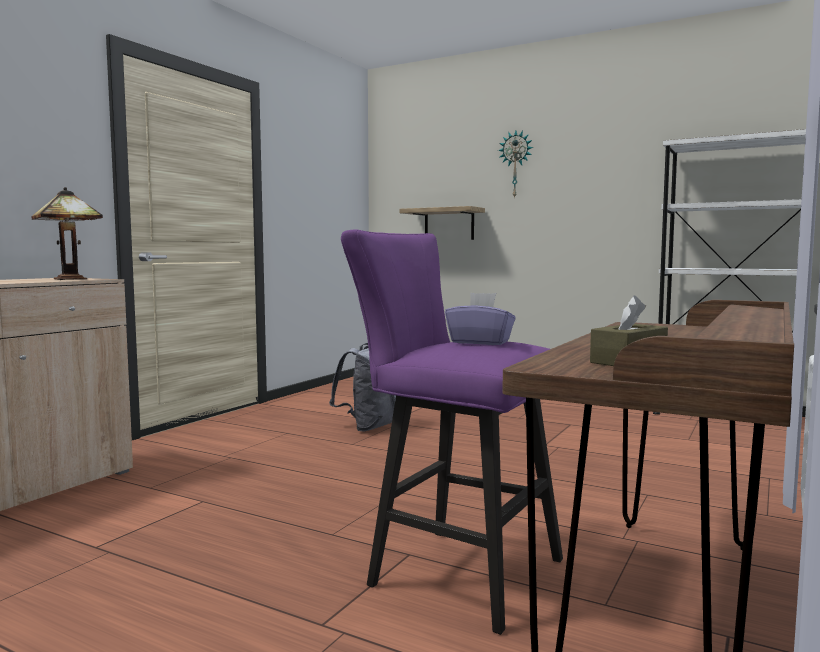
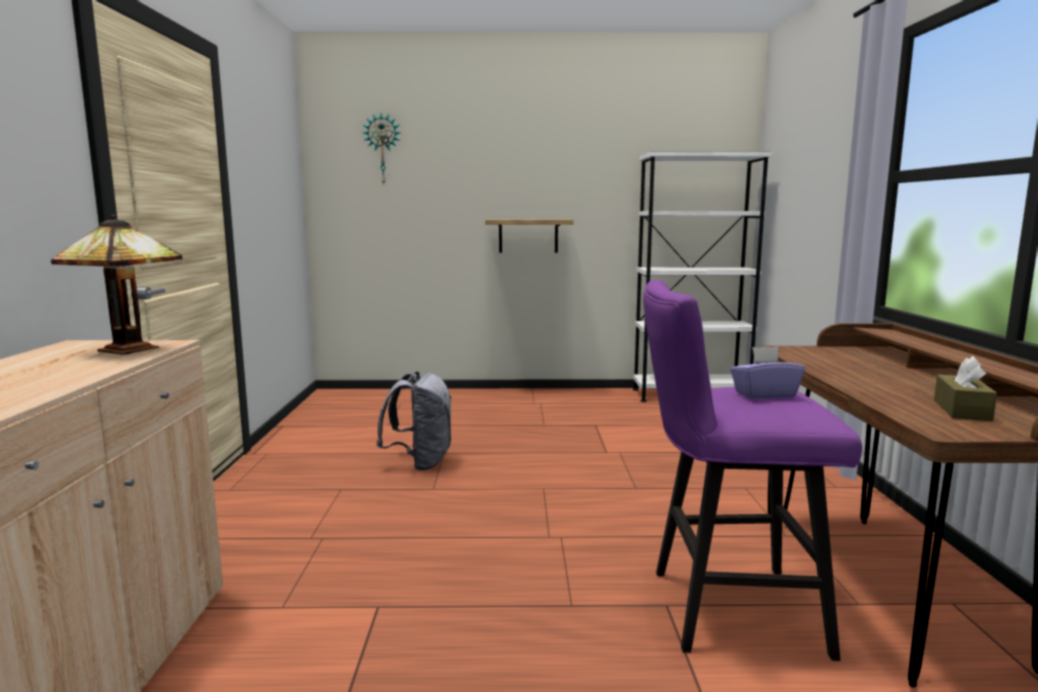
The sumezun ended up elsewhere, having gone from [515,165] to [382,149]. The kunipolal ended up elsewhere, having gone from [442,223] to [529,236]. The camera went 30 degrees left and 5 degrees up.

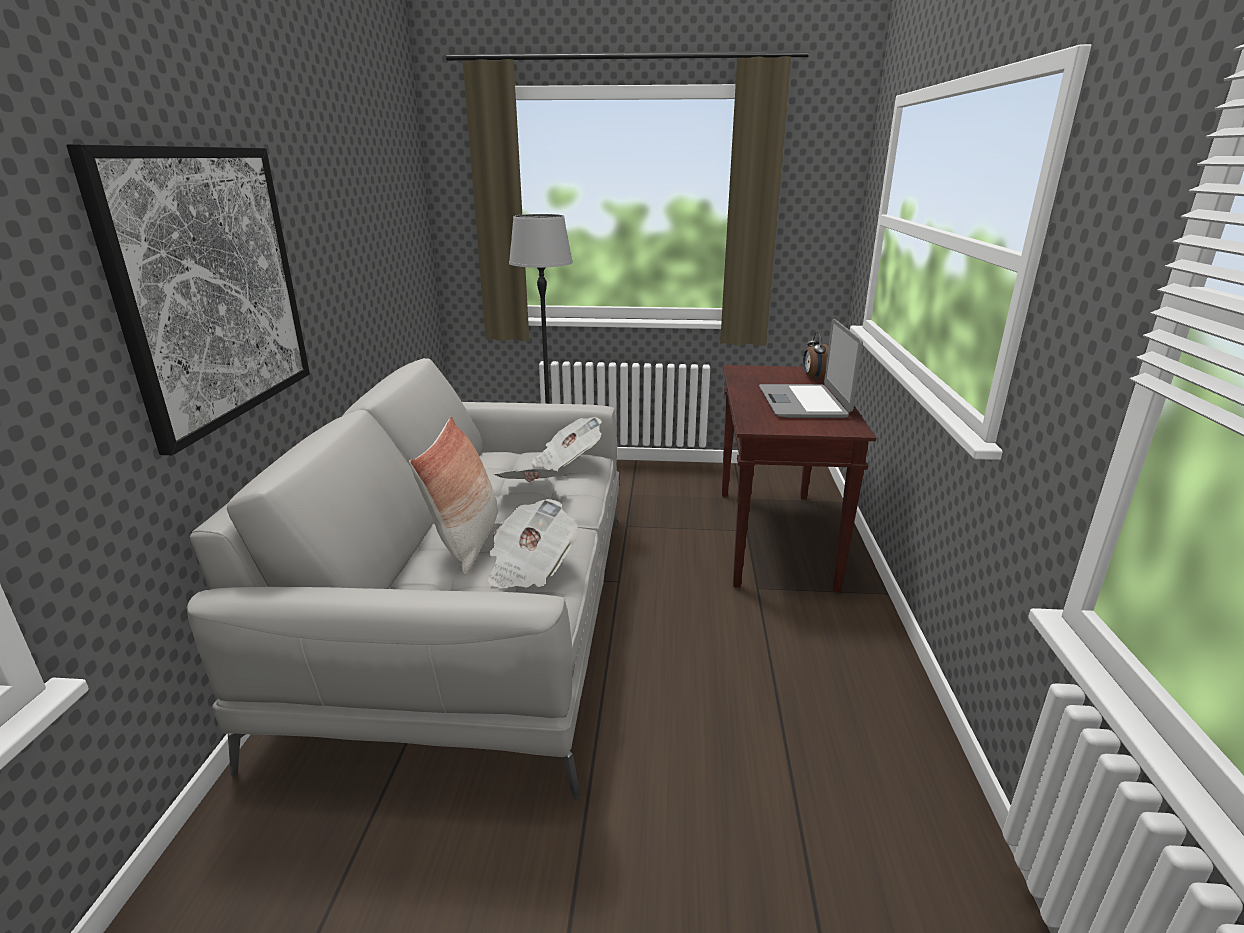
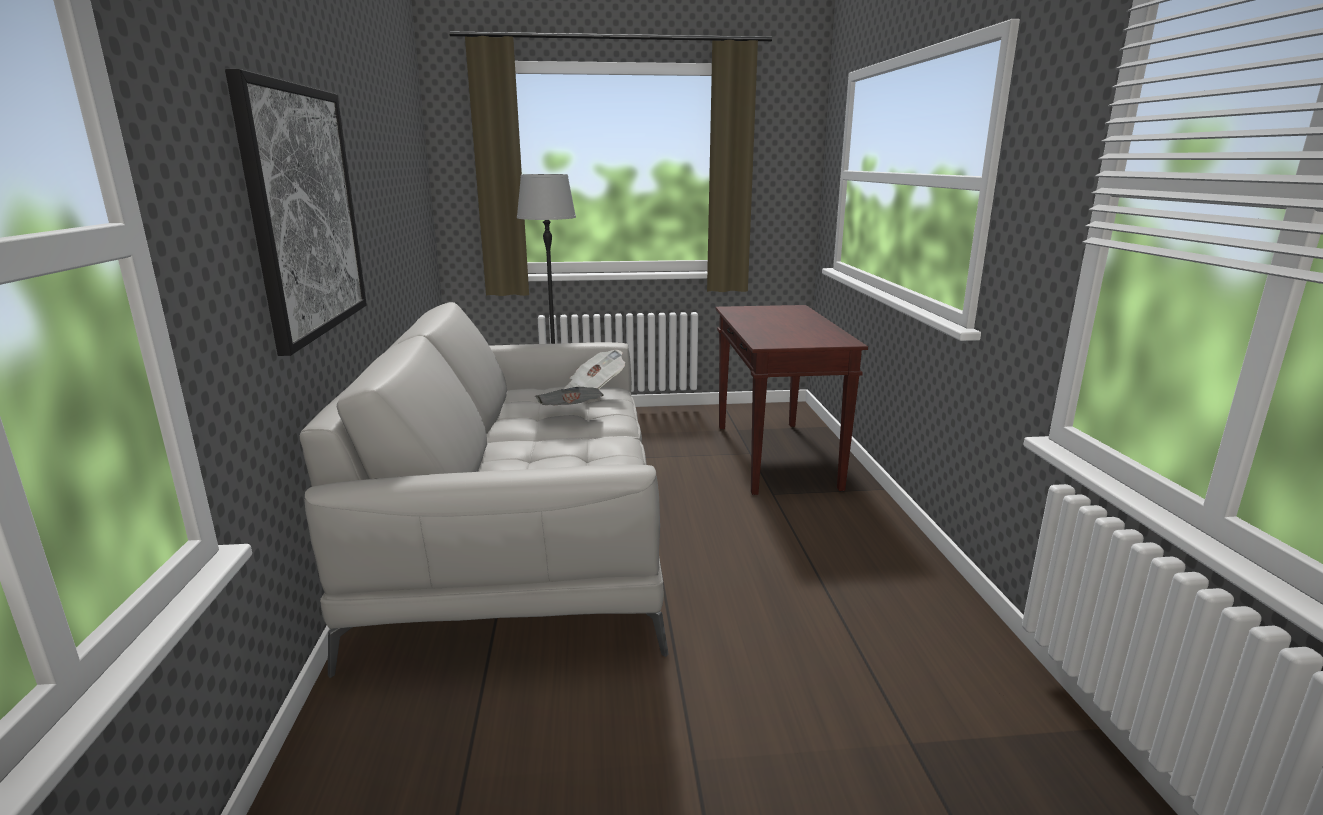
The second view lost the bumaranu at [811,368]. The second view lost the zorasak at [815,356]. The second view lost the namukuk at [453,495]. The second view lost the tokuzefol at [533,543]. The camera went 10 degrees left and 5 degrees down.

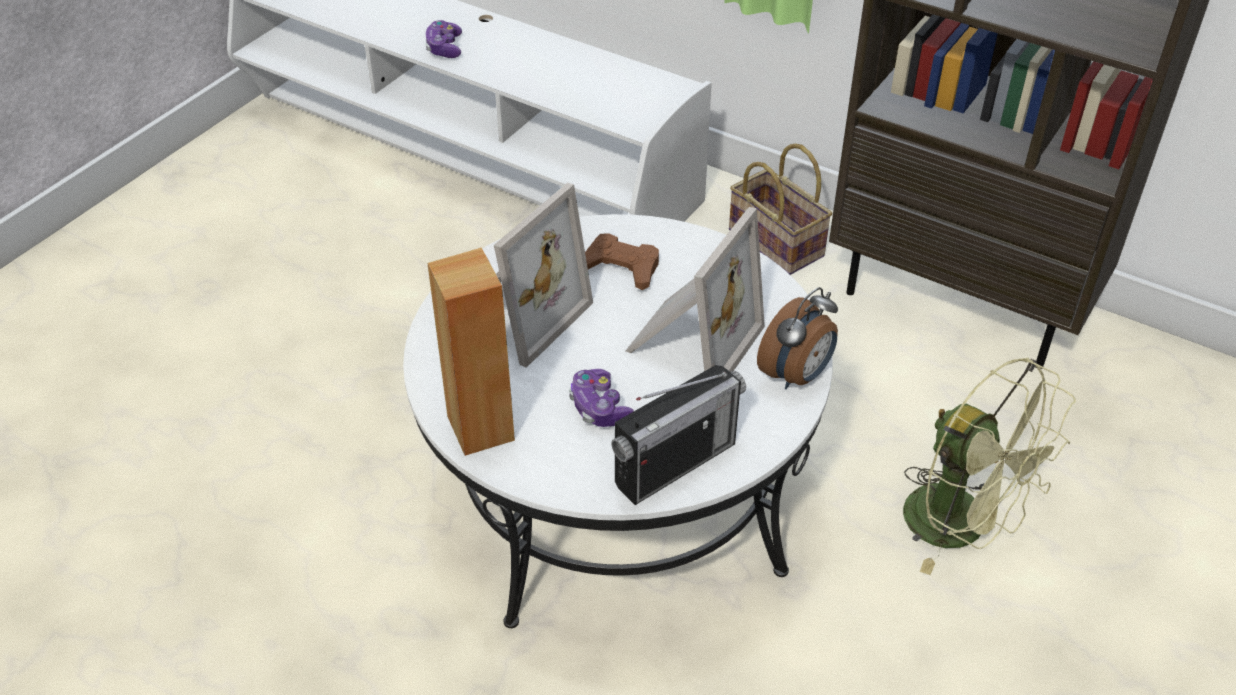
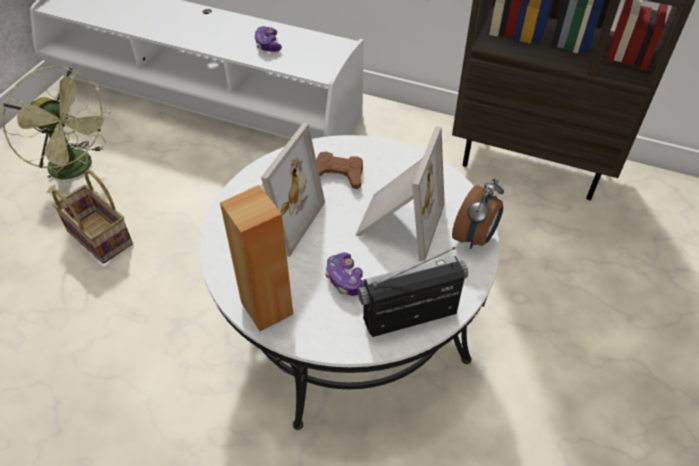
The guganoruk ended up elsewhere, having gone from [443,39] to [268,39]. The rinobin ended up elsewhere, having gone from [780,209] to [92,217]. The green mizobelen ended up elsewhere, having gone from [989,466] to [56,129]. The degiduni at [678,435] ended up facing another way, 150 degrees counterclockwise from before. The camera went 10 degrees left and 5 degrees up.

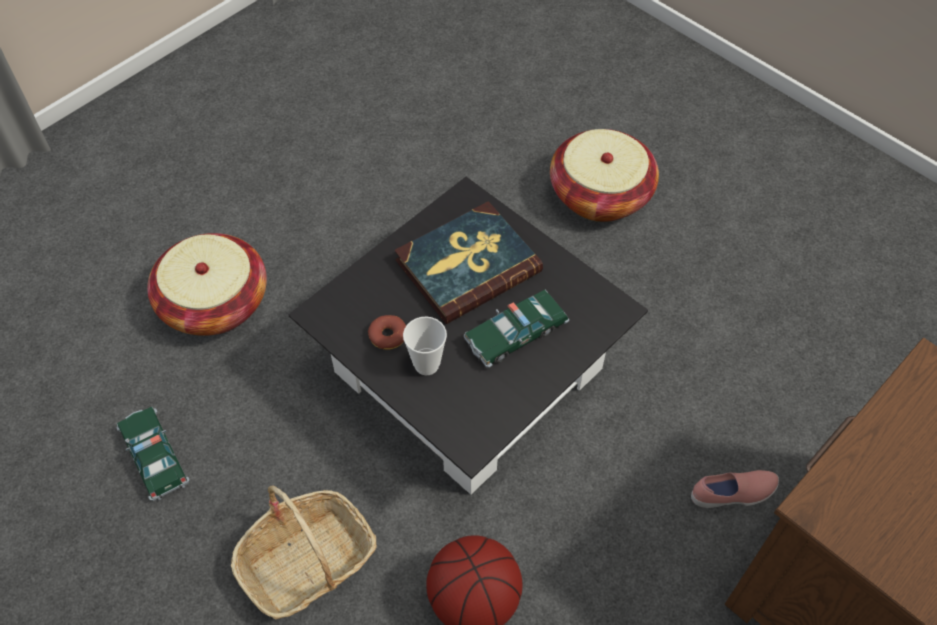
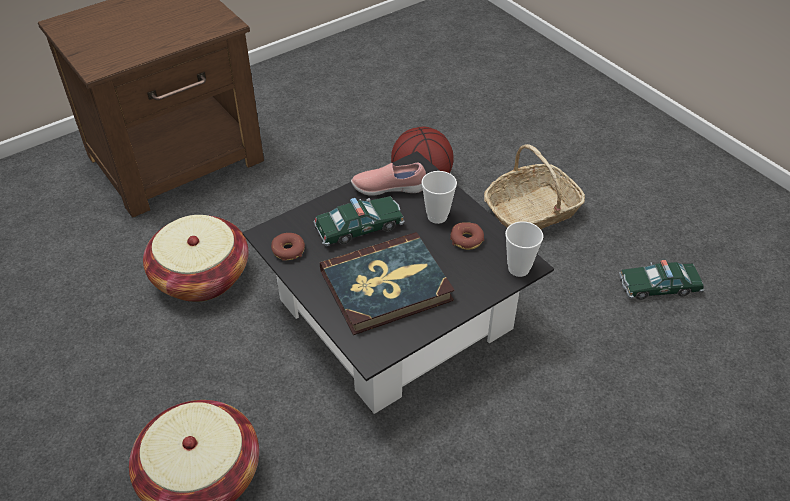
The rinobin ended up elsewhere, having gone from [207,284] to [195,258]. The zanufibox at [153,454] ended up facing another way, 105 degrees clockwise from before. The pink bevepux ended up elsewhere, having gone from [735,489] to [388,179]. The second view gained the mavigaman at [524,249]. The second view gained the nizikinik at [288,247]. The camera went 170 degrees left and 10 degrees down.

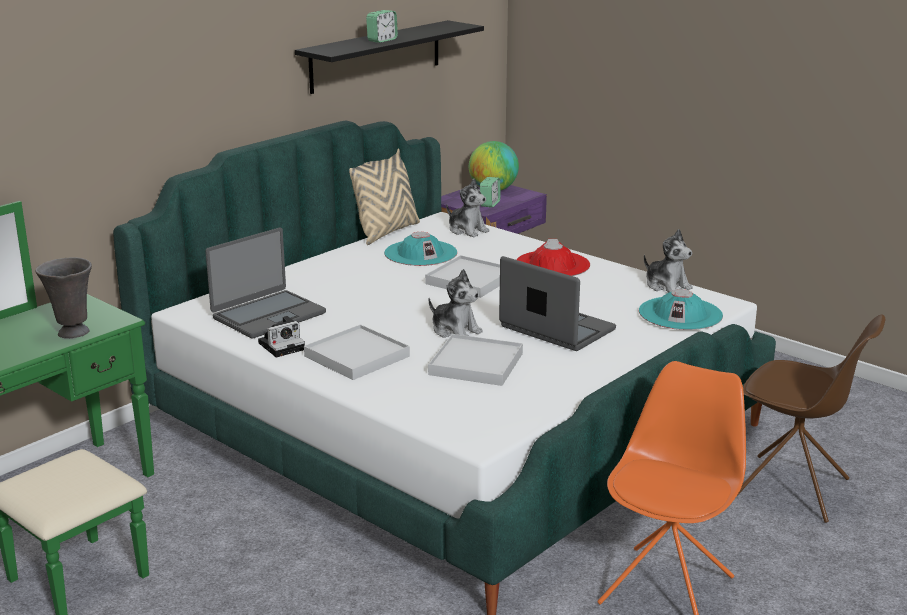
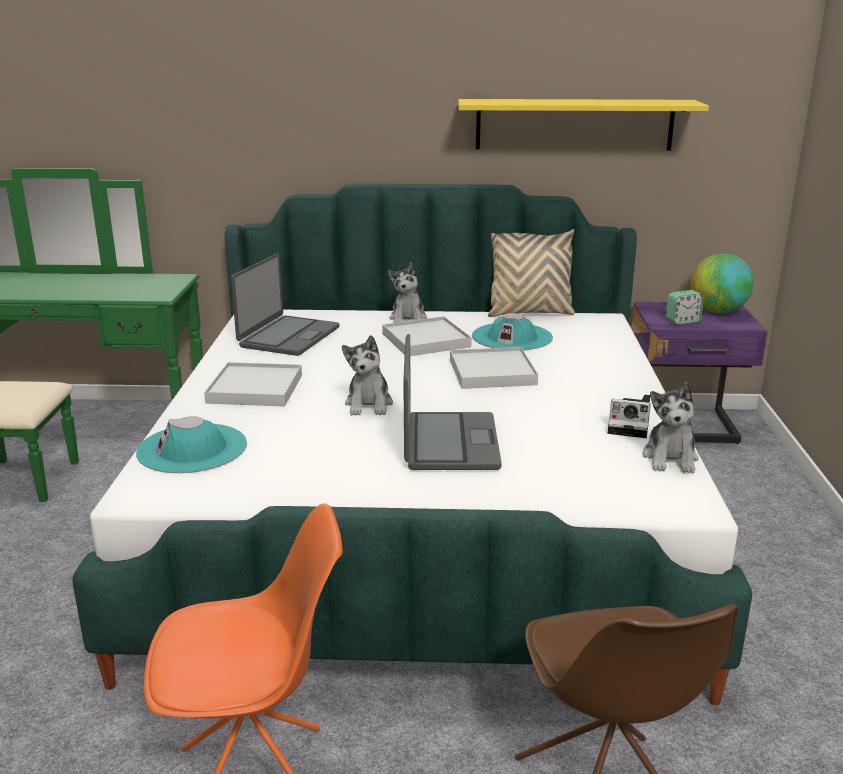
The second view lost the zorasak at [382,26]. What was the black kunipolal at [389,57] turned into the yellow kunipolal at [583,124]. The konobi ended up elsewhere, having gone from [467,208] to [407,293]. The bumaranu at [265,283] ended up facing another way, 75 degrees counterclockwise from before. The second view lost the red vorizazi at [553,257]. The second view lost the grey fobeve at [63,297]. The turquoise vorizazi ended up elsewhere, having gone from [681,309] to [191,444]. The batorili ended up elsewhere, having gone from [281,336] to [629,416]. The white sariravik ended up elsewhere, having gone from [475,360] to [427,336]. The camera went 50 degrees right and 0 degrees up.

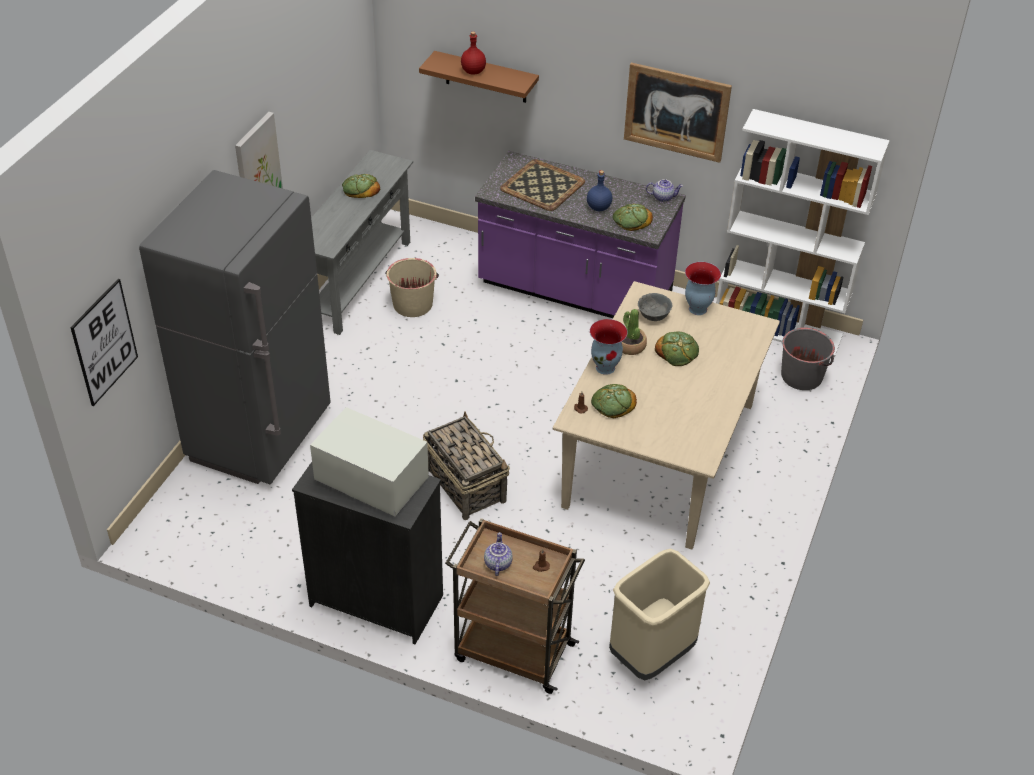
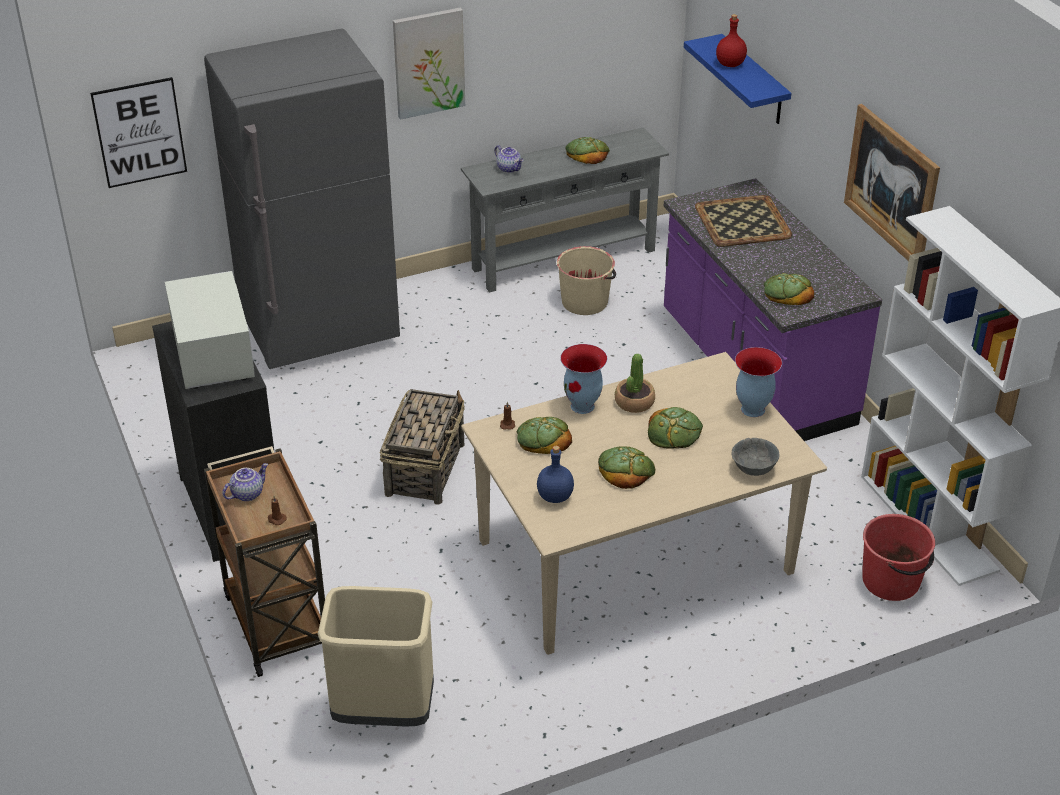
What was the brown kunipolal at [479,77] turned into the blue kunipolal at [737,79]. The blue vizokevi ended up elsewhere, having gone from [599,190] to [555,474]. The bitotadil ended up elsewhere, having gone from [664,190] to [509,159]. The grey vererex ended up elsewhere, having gone from [655,307] to [755,457]. What was the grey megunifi at [808,359] turned into the red megunifi at [898,557]. The second view gained the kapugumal at [626,467]. The camera went 45 degrees right and 5 degrees down.

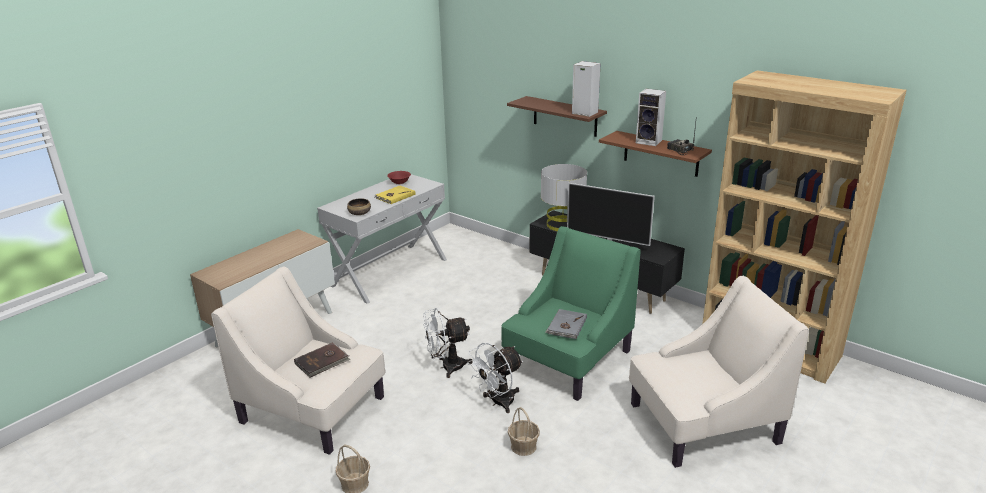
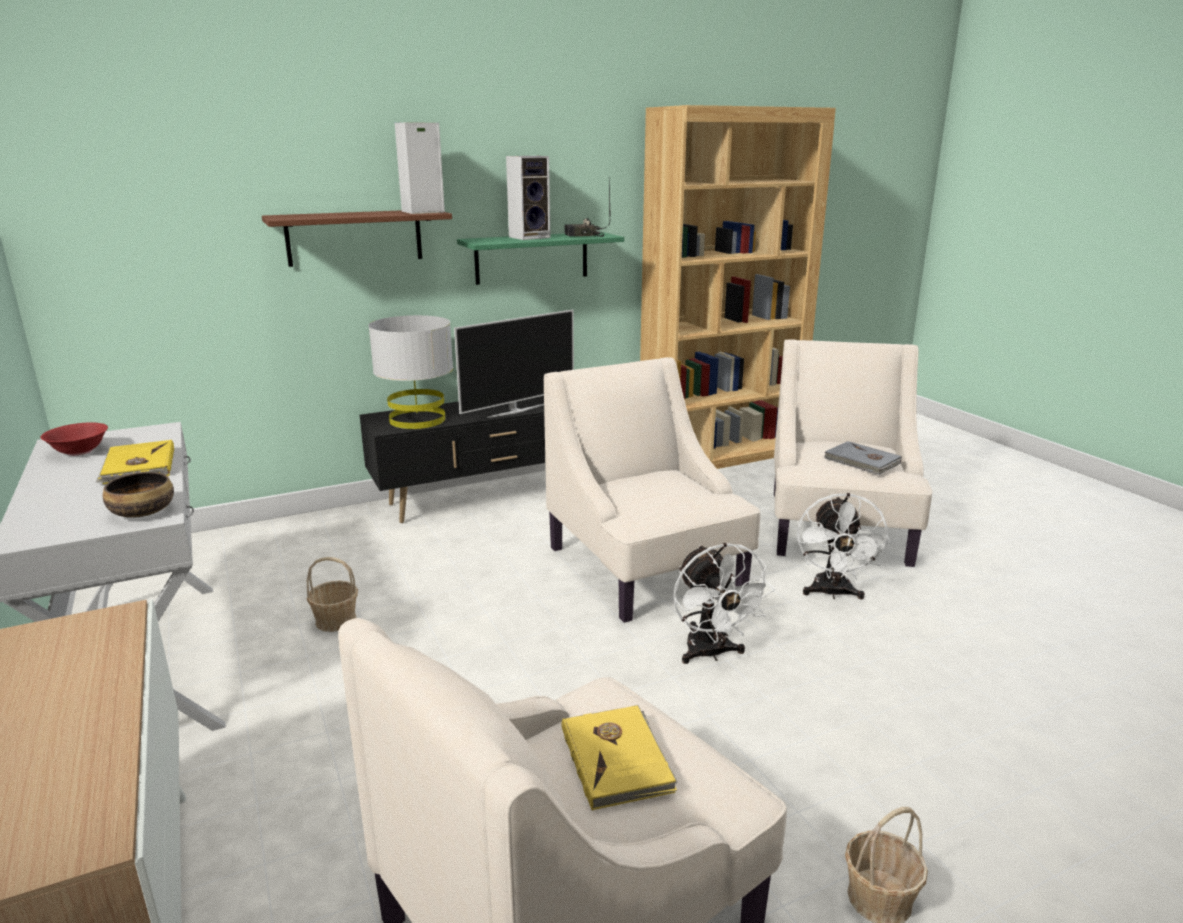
What was the brown kunipolal at [655,154] turned into the green kunipolal at [540,258]. What was the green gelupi at [570,313] turned into the beige gelupi at [652,490]. The white mizobelen ended up elsewhere, having gone from [448,343] to [843,546]. The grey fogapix ended up elsewhere, having gone from [566,324] to [863,458]. What was the brown fogapix at [322,360] turned into the yellow fogapix at [619,758]. The rinobin ended up elsewhere, having gone from [524,431] to [332,594]. The camera went 65 degrees left and 5 degrees down.

